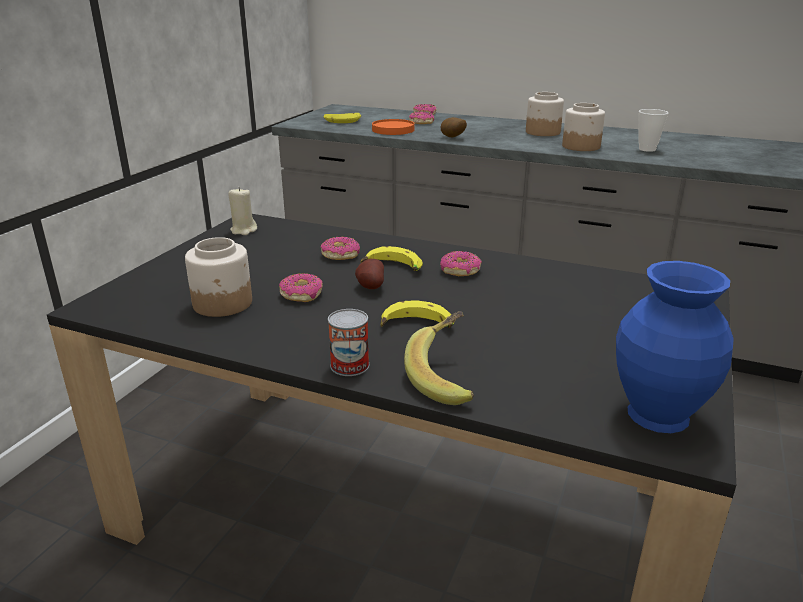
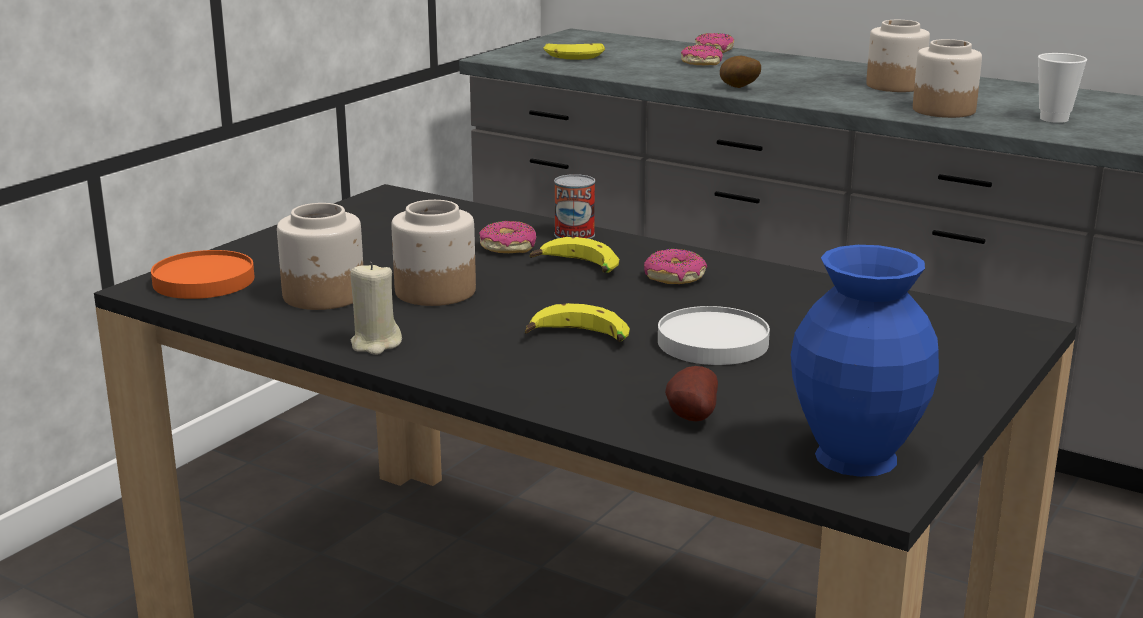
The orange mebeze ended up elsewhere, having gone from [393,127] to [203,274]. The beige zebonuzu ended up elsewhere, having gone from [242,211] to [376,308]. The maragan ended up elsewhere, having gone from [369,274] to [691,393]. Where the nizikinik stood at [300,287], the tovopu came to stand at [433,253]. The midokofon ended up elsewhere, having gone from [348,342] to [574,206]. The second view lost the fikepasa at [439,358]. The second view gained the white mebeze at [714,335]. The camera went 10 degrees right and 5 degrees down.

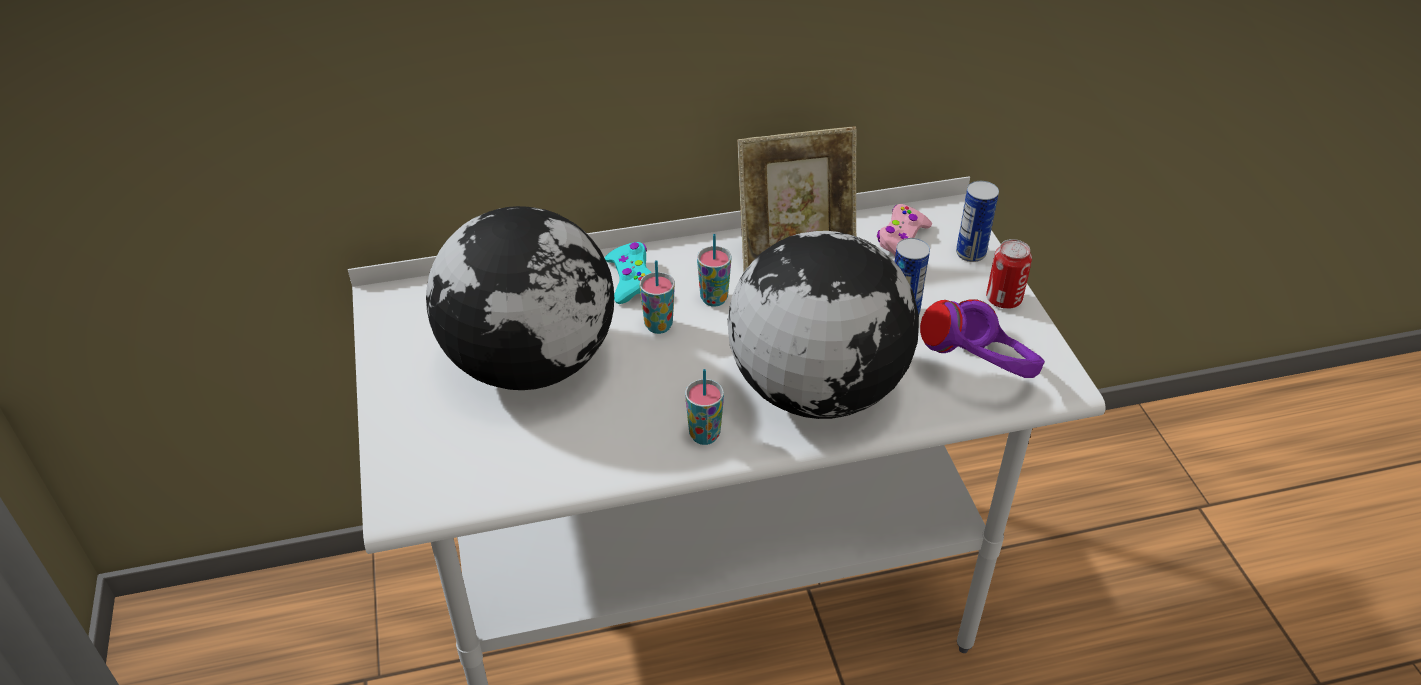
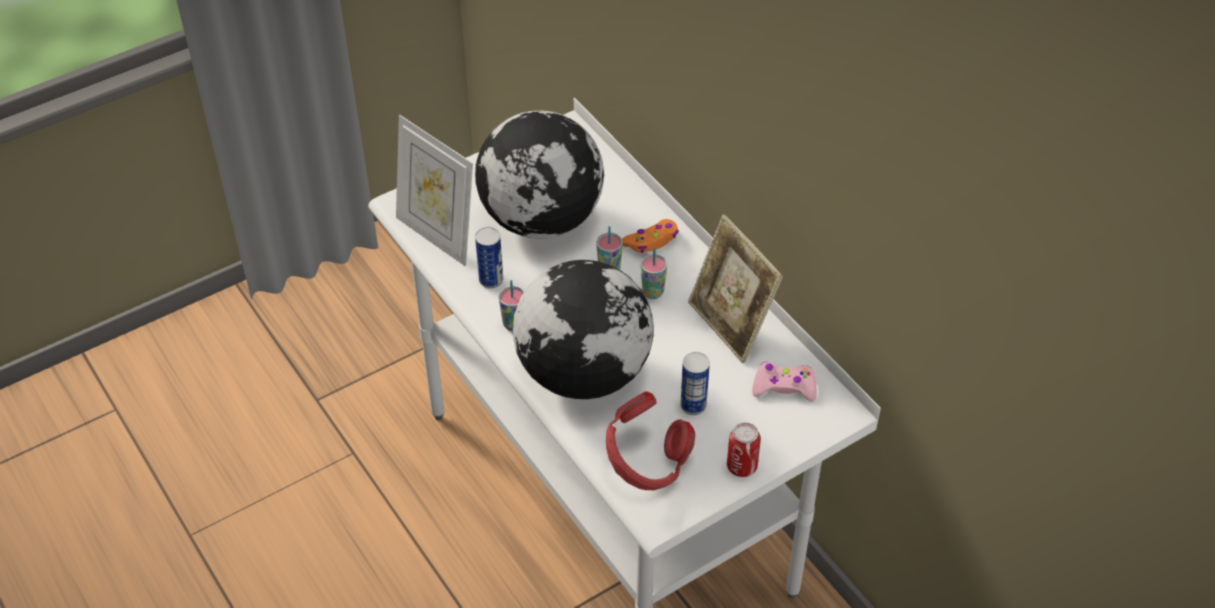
The midokofon ended up elsewhere, having gone from [977,221] to [489,258]. What was the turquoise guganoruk at [628,273] turned into the orange guganoruk at [650,236]. What was the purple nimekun at [982,338] turned into the red nimekun at [650,440]. The second view gained the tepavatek at [434,190]. The camera went 70 degrees right and 5 degrees up.

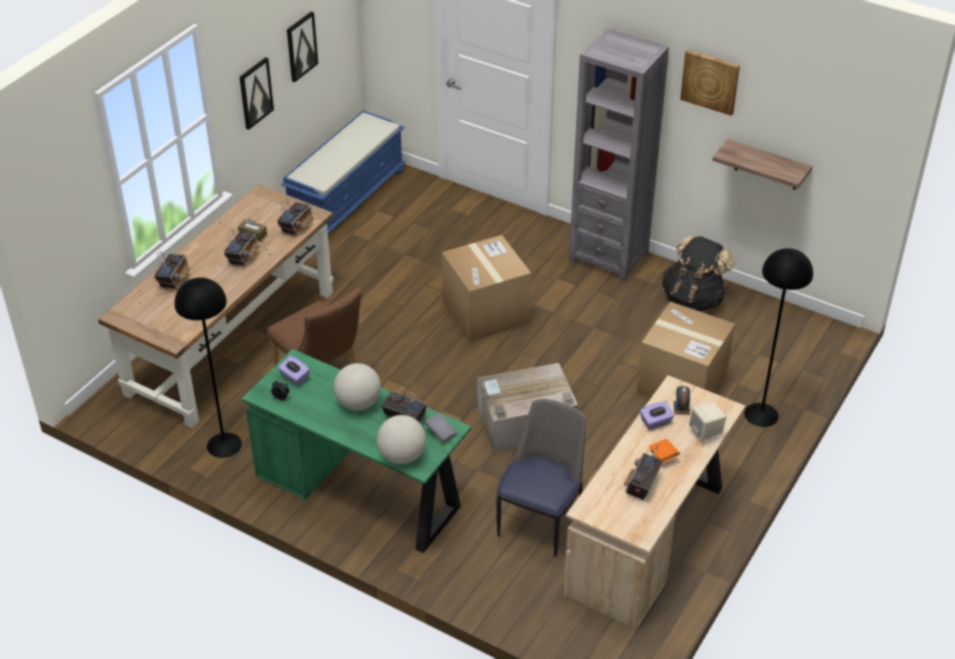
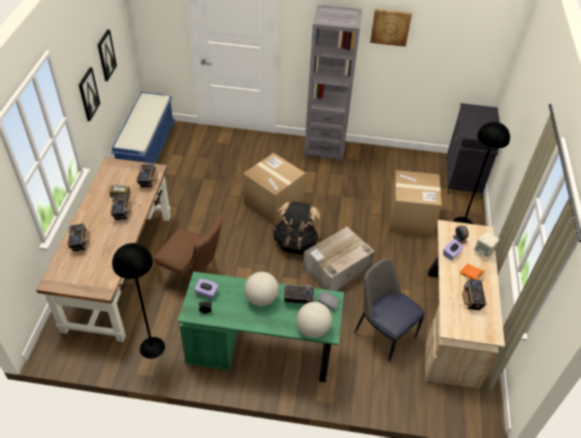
The second view lost the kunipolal at [762,164]. The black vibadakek ended up elsewhere, having gone from [698,273] to [296,227]. The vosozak at [541,478] ended up facing another way, 45 degrees counterclockwise from before. The second view gained the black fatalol at [473,150]. The camera went 25 degrees left and 5 degrees up.

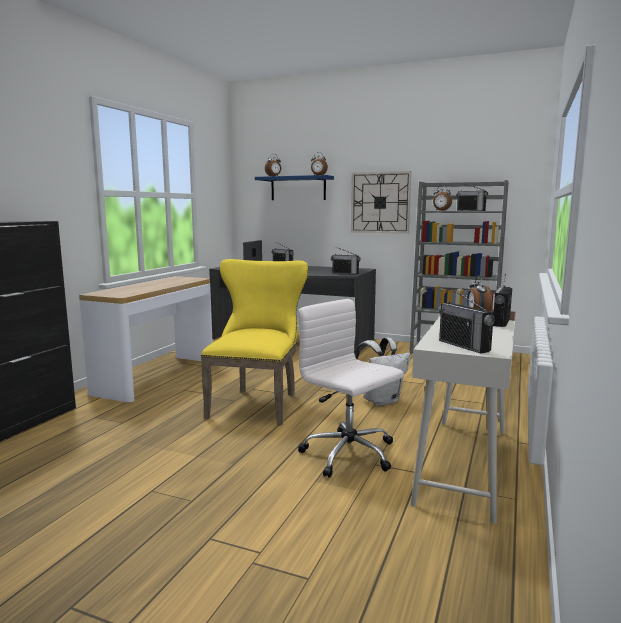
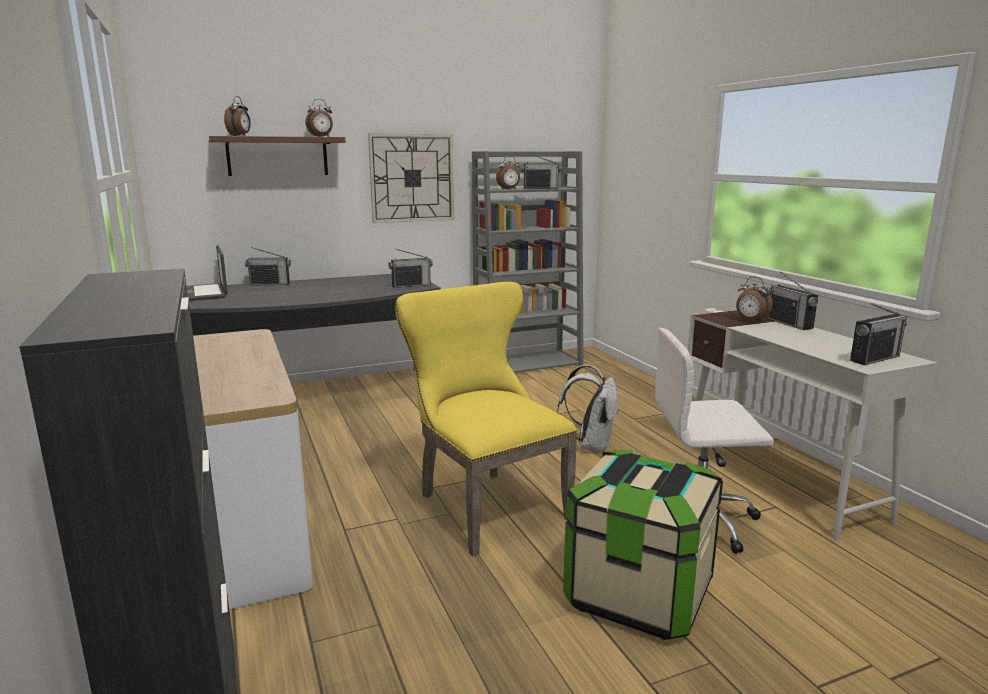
What was the blue kunipolal at [294,187] turned into the brown kunipolal at [277,156]. The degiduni at [466,321] ended up facing another way, 45 degrees counterclockwise from before. The second view gained the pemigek at [643,545]. The camera went 45 degrees left and 5 degrees up.

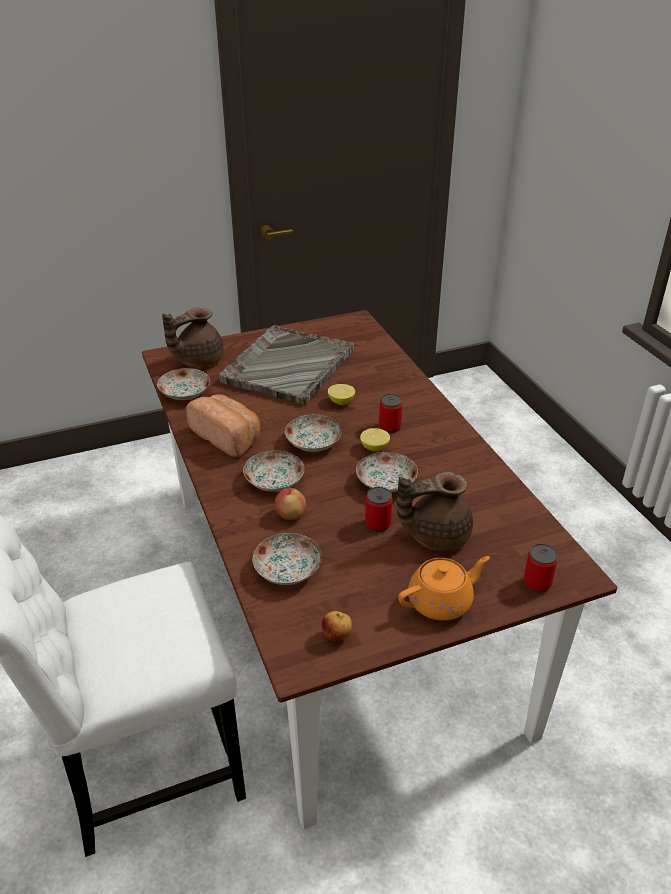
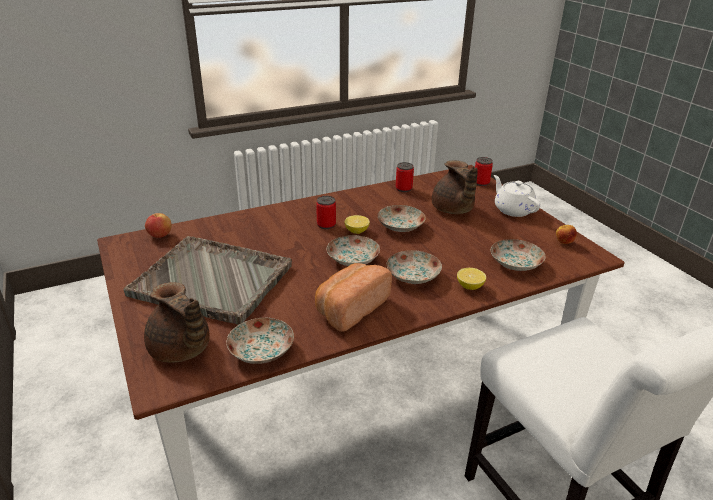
The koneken ended up elsewhere, having gone from [341,394] to [471,279]. The midokofon ended up elsewhere, having gone from [378,509] to [405,177]. The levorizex ended up elsewhere, having gone from [290,504] to [158,225]. What was the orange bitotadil at [444,588] turned into the white bitotadil at [517,196]. The camera went 95 degrees left and 5 degrees down.

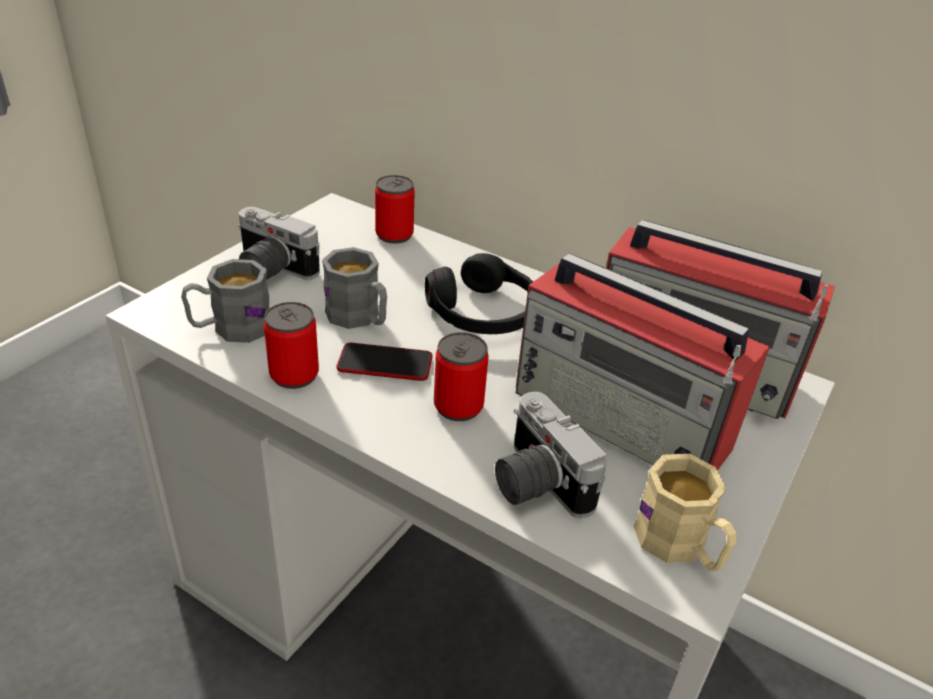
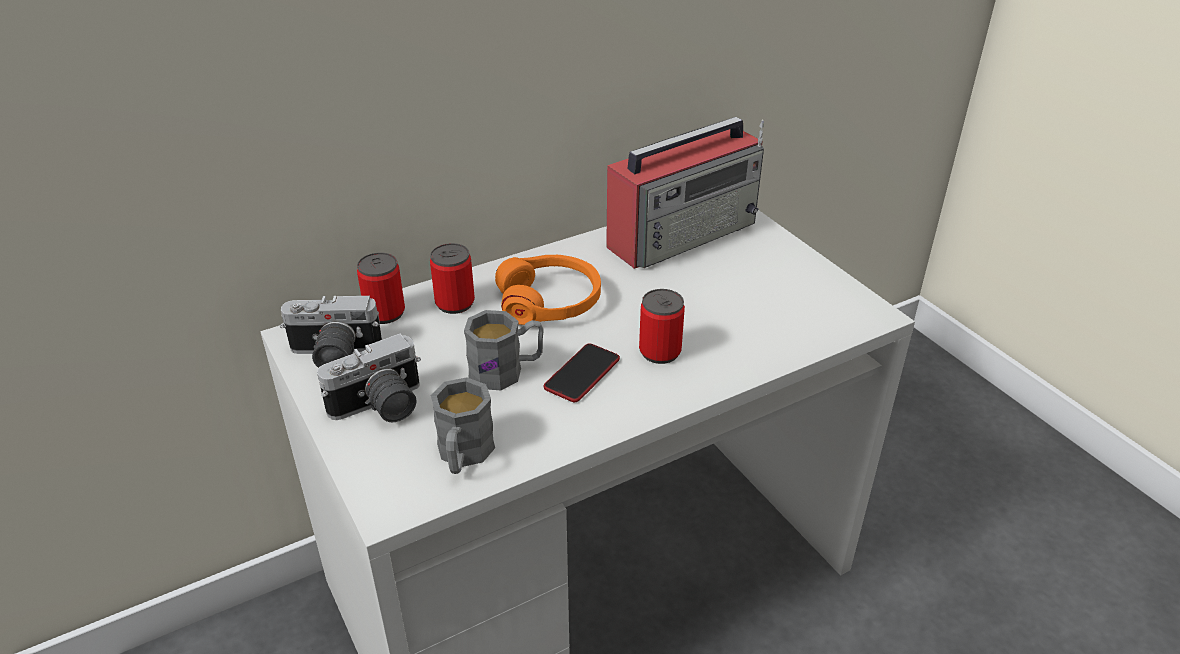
What was the black nimekun at [479,293] turned into the orange nimekun at [548,290]. The second view lost the degiduni at [643,362]. The midokofon ended up elsewhere, having gone from [291,345] to [452,278]. The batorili ended up elsewhere, having gone from [551,455] to [331,332]. The second view lost the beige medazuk at [685,513]. The camera went 60 degrees left and 0 degrees up.

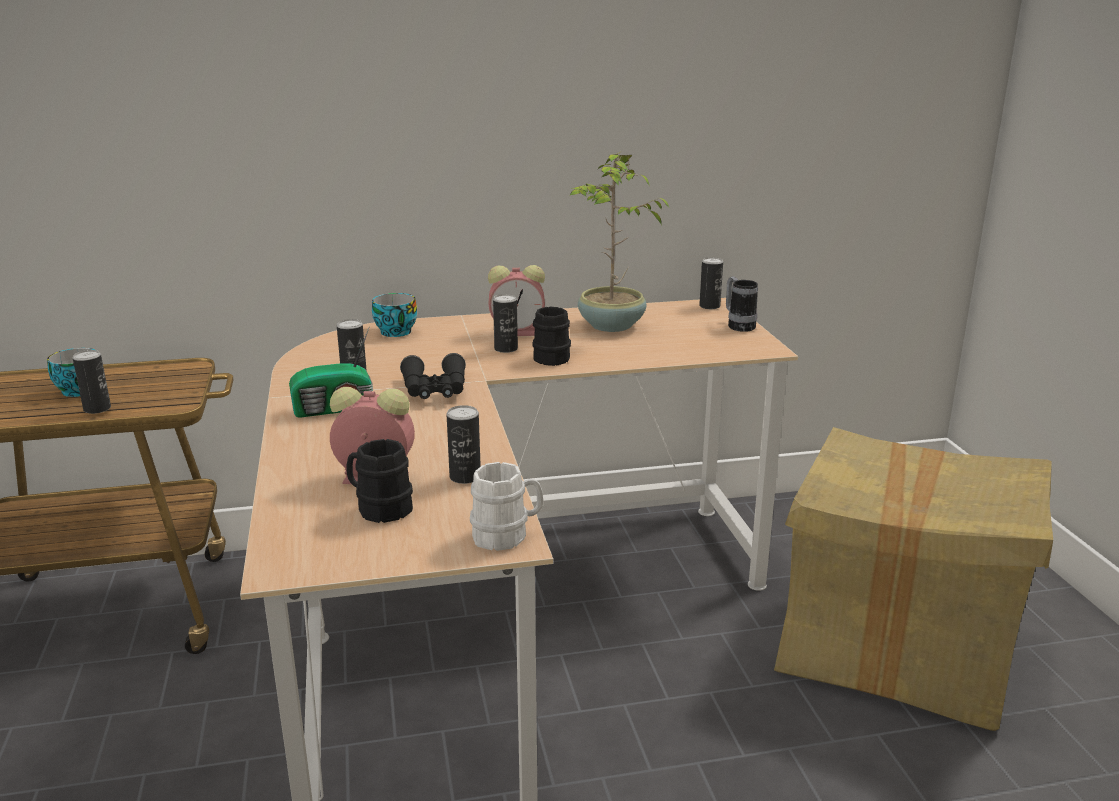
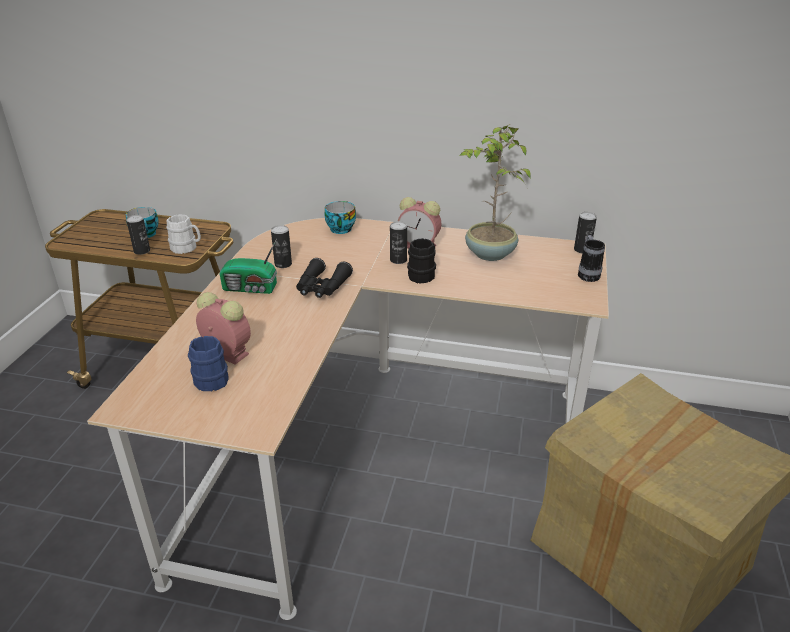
The second view lost the midokofon at [464,444]. What was the black medazuk at [380,481] turned into the blue medazuk at [208,363]. The white medazuk ended up elsewhere, having gone from [507,506] to [183,234]. The camera went 25 degrees right and 10 degrees up.

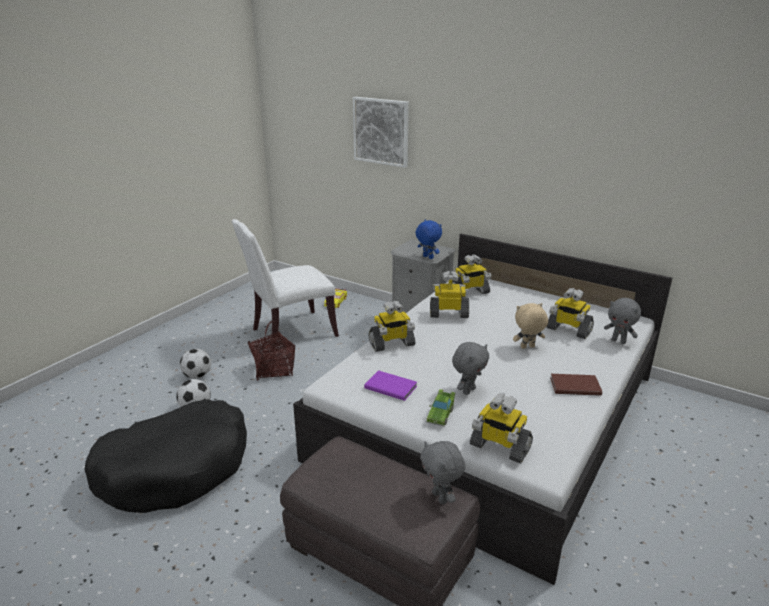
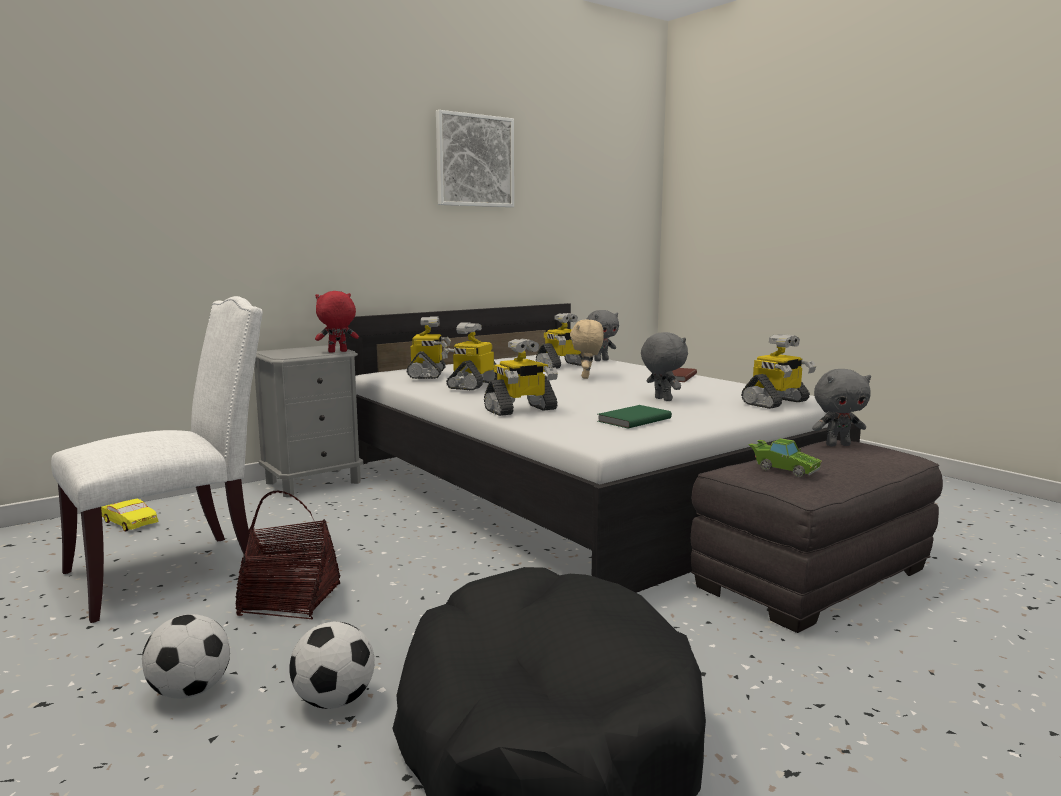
The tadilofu ended up elsewhere, having gone from [381,132] to [475,158]. The white vosozak at [285,285] ended up facing another way, 120 degrees counterclockwise from before. What was the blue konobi at [429,239] turned into the red konobi at [337,322]. The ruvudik at [392,326] ended up facing another way, 60 degrees clockwise from before. What was the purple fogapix at [390,385] turned into the green fogapix at [635,417]. The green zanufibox ended up elsewhere, having gone from [440,408] to [785,457]. The camera went 70 degrees left and 15 degrees down.

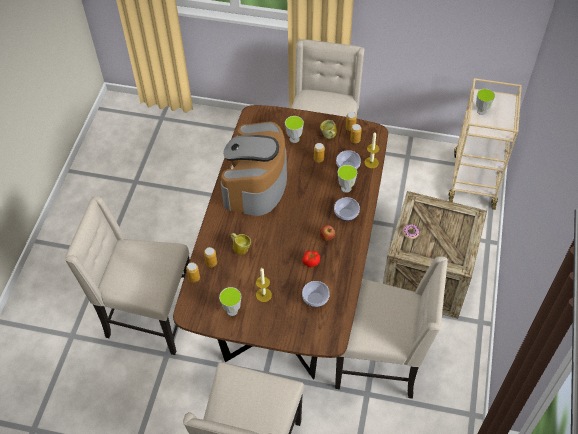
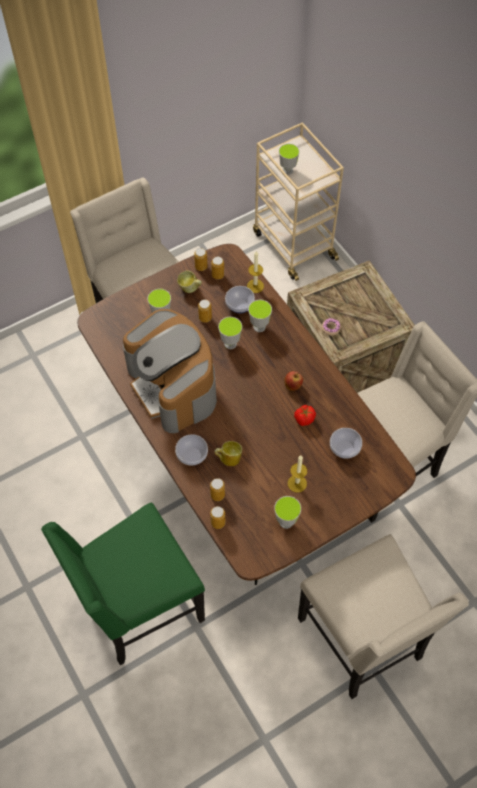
What was the beige vosozak at [127,275] turned into the green vosozak at [123,584]. The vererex ended up elsewhere, having gone from [347,209] to [191,450]. The second view gained the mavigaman at [230,333]. The camera went 45 degrees left and 5 degrees up.

